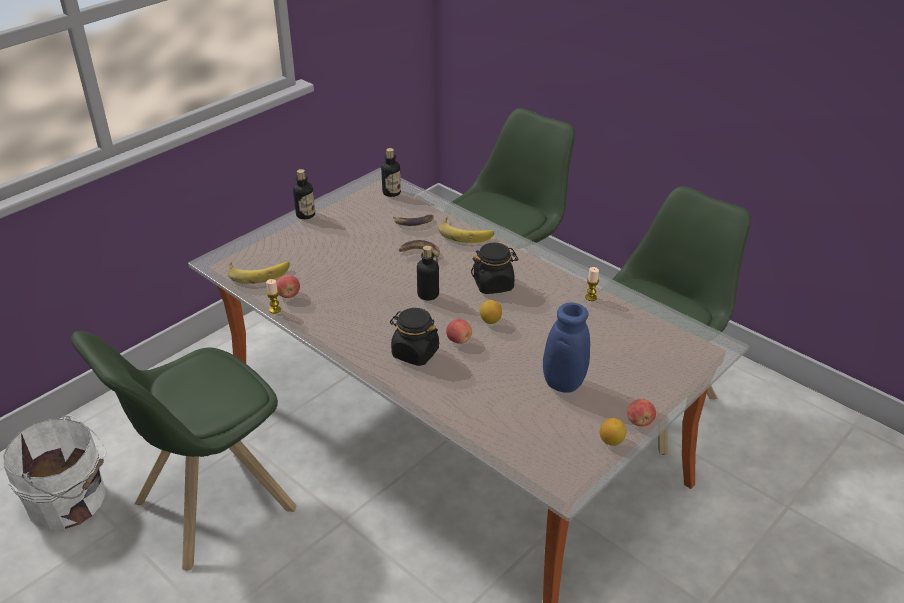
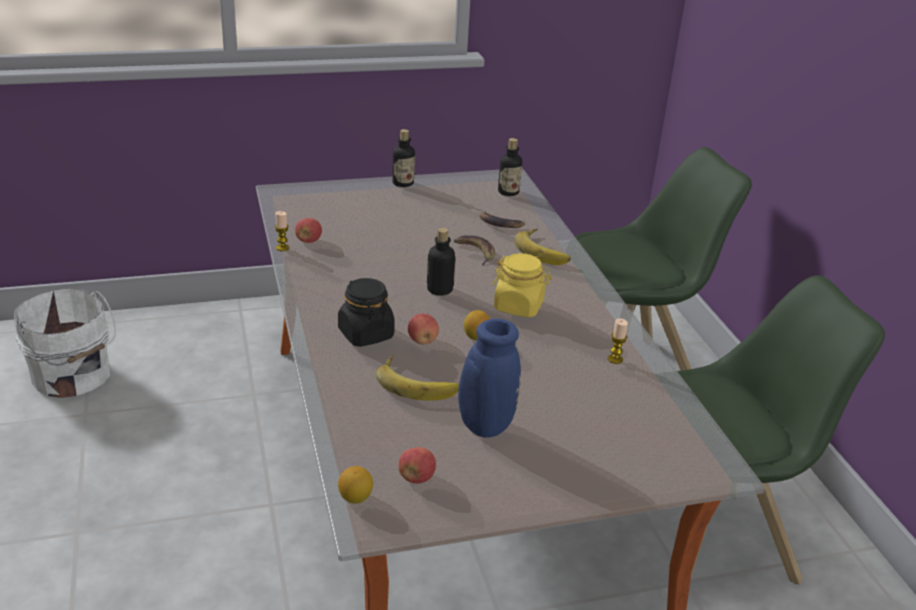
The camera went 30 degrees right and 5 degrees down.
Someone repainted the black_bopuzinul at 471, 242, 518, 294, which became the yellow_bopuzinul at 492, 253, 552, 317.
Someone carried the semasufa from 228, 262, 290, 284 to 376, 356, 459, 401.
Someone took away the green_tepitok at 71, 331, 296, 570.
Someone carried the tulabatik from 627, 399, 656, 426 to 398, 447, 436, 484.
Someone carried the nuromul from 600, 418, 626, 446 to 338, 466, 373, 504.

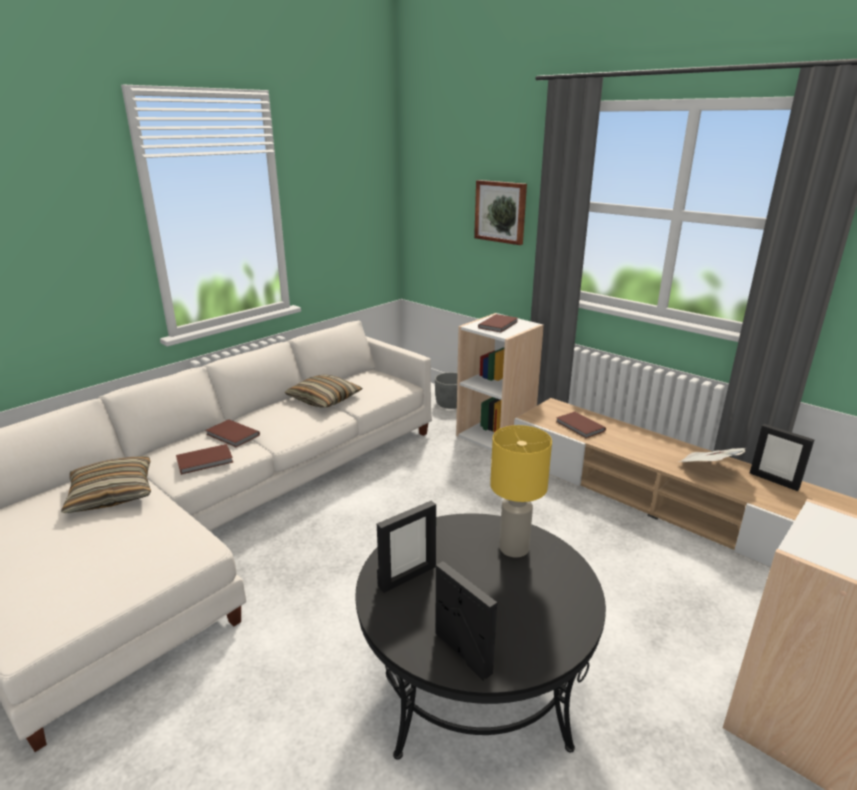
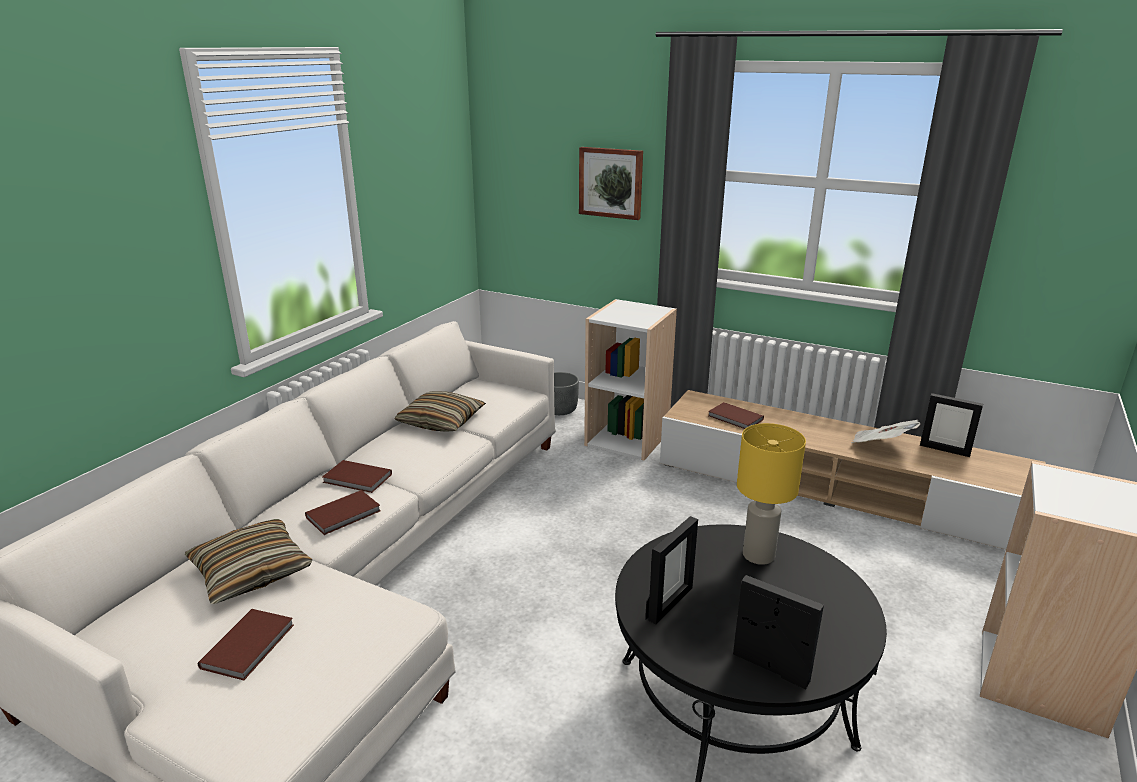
The camera went 15 degrees left and 0 degrees up.
Someone carried the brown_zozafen from 478, 314, 517, 333 to 198, 609, 294, 680.

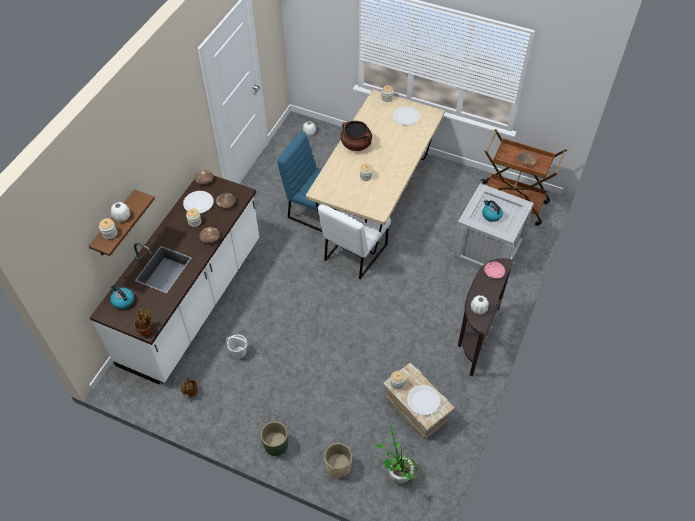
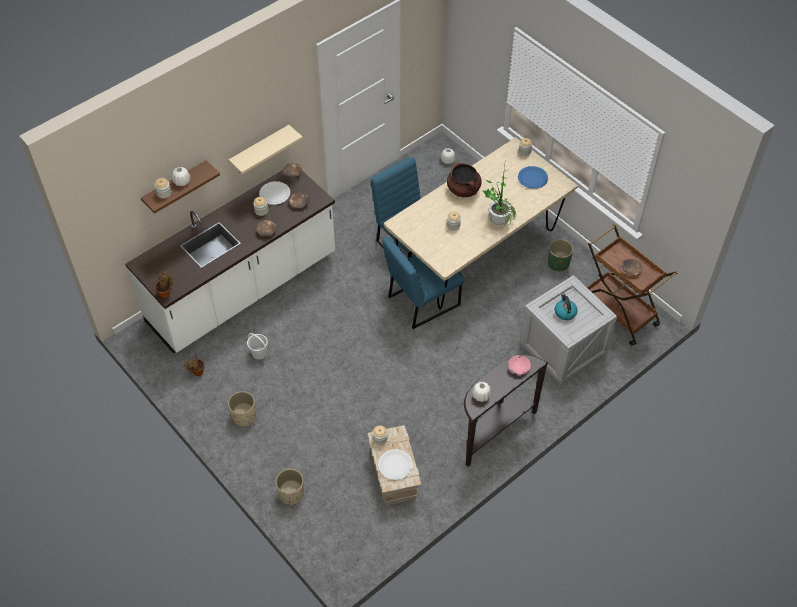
The camera went 25 degrees right and 0 degrees up.
Someone repainted the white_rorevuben at 393, 106, 420, 125, which became the blue_rorevuben at 518, 166, 548, 189.
Someone repainted the white_tepitok at 318, 204, 391, 279, which became the blue_tepitok at 382, 237, 464, 329.
Someone took away the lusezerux at 110, 284, 134, 309.
Someone carried the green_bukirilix from 261, 421, 288, 456 to 548, 239, 573, 271.
Someone carried the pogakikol from 376, 421, 418, 484 to 483, 165, 516, 226.
Someone put up the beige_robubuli at 229, 125, 303, 174.
Someone put down the beige_bukirilix at 228, 391, 256, 426.

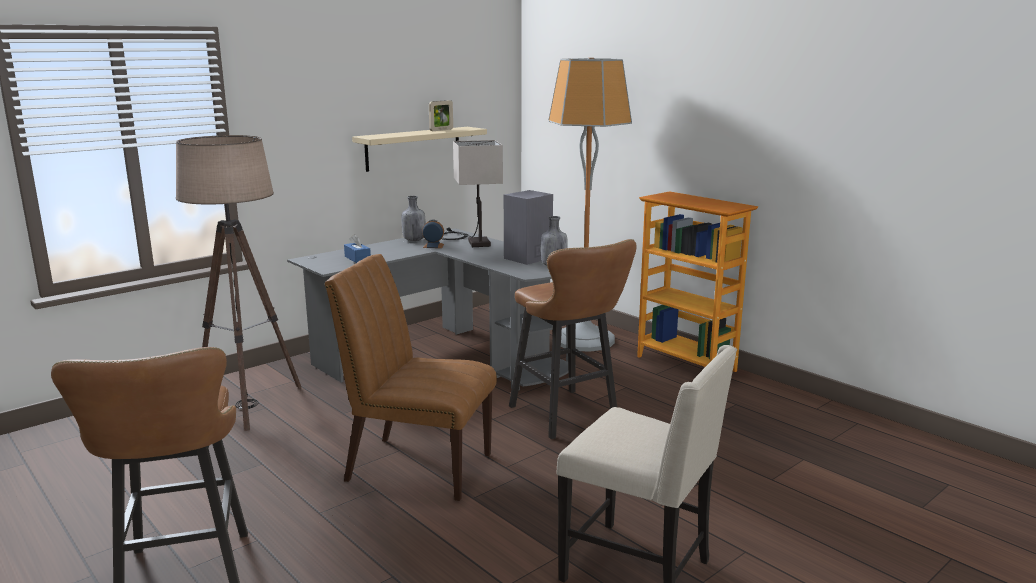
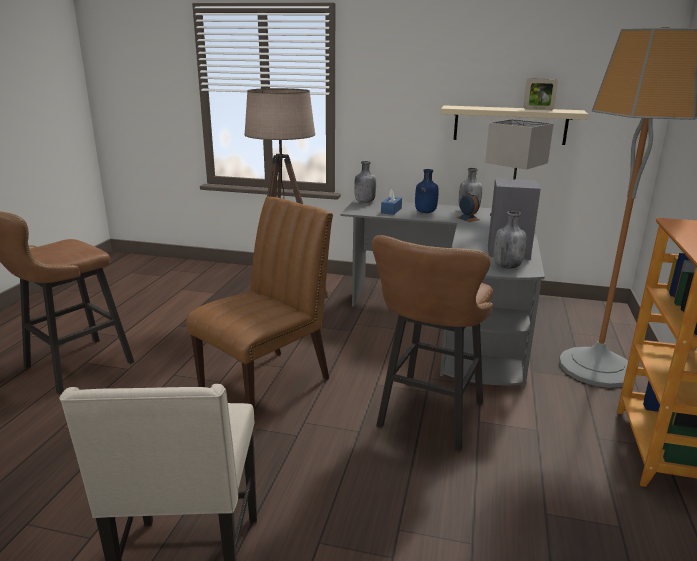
The camera went 55 degrees right and 5 degrees up.
Someone rotated the brown_tepitok at 325, 254, 497, 501 by 60 degrees clockwise.
Someone put down the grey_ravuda at 354, 161, 376, 203.
Someone put down the blue_ravuda at 415, 169, 439, 213.

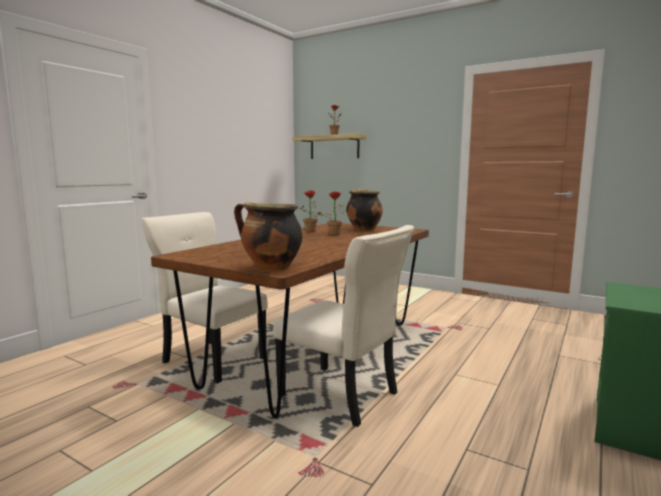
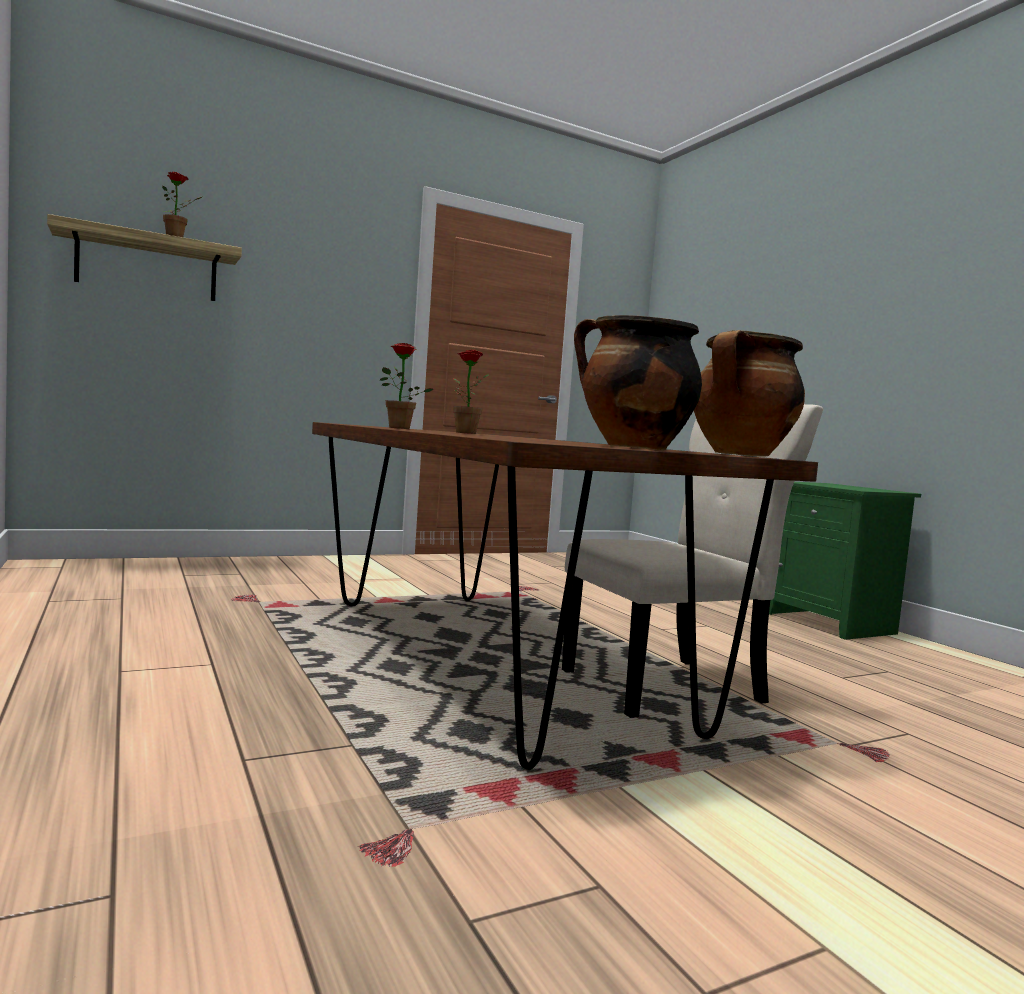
The camera went 60 degrees left and 5 degrees down.
Someone carried the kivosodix from 346, 189, 383, 231 to 574, 315, 702, 450.
Someone took away the beige_tepitok at 141, 212, 268, 383.

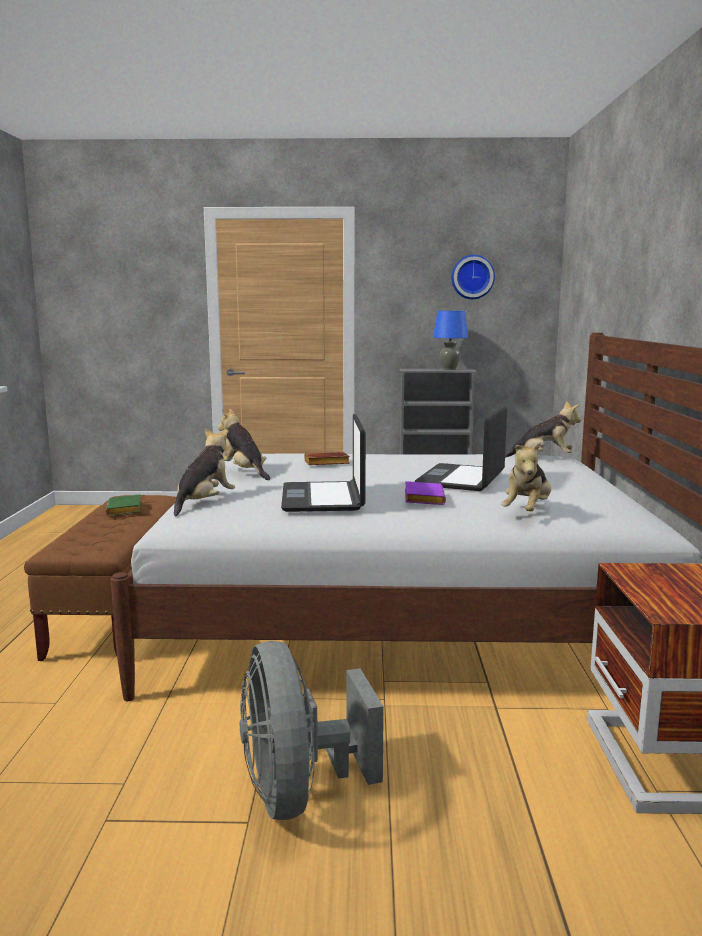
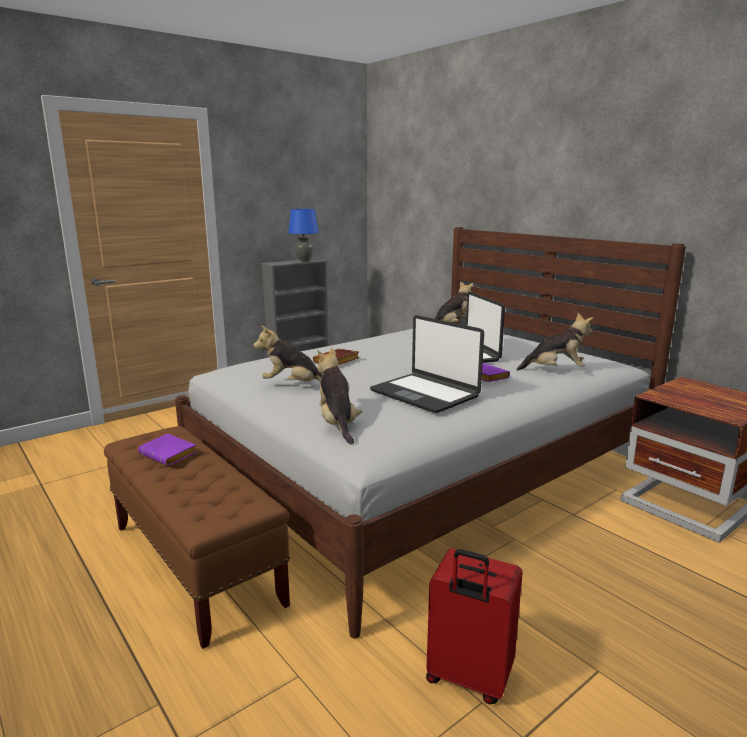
The camera went 40 degrees left and 5 degrees up.
Someone took away the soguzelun at 451, 255, 495, 299.
Someone rotated the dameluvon at 501, 442, 551, 511 by 75 degrees counterclockwise.
Someone repainted the green_zozafen at 106, 494, 142, 516, which became the purple_zozafen at 138, 434, 197, 466.
Someone took away the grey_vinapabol at 240, 641, 384, 820.
Someone put down the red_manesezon at 426, 549, 523, 704.

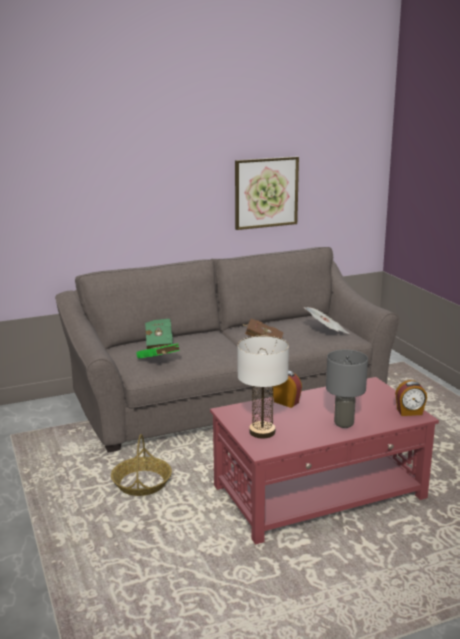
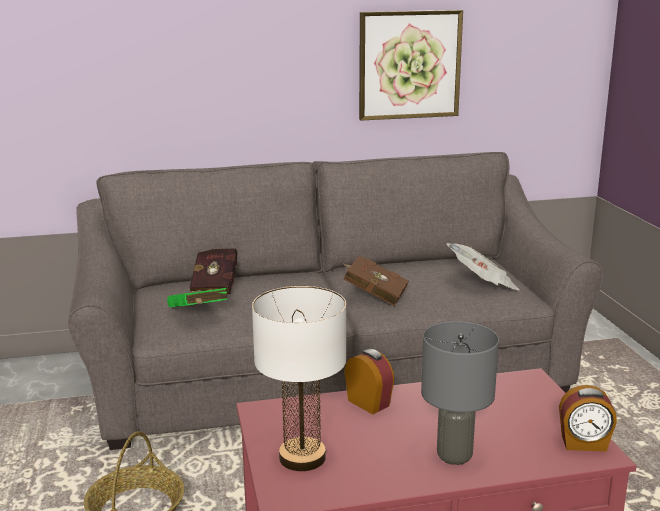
The camera went 10 degrees right and 0 degrees up.
Someone repainted the green_zozafen at 145, 319, 173, 349, which became the red_zozafen at 190, 248, 238, 294.

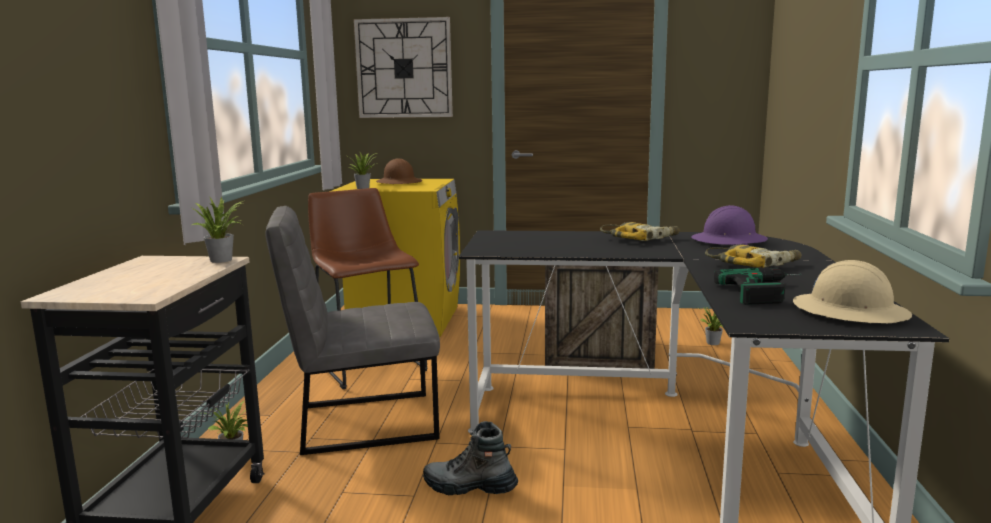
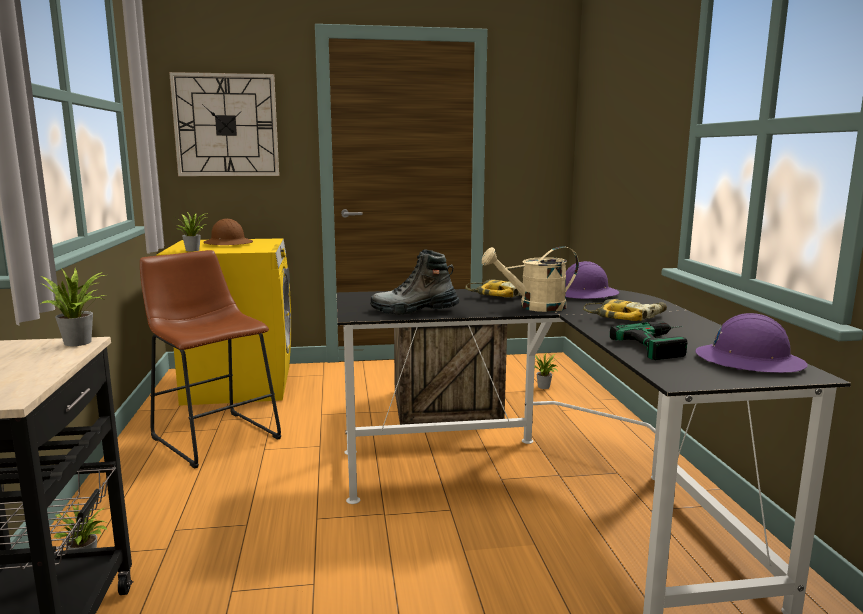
The camera went 15 degrees left and 0 degrees up.
Someone took away the grey_tepitok at 265, 206, 440, 455.
Someone repainted the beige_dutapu at 793, 260, 912, 323, which became the purple_dutapu at 695, 313, 808, 373.
Someone carried the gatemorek from 423, 421, 518, 495 to 370, 249, 459, 315.
Someone put down the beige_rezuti at 482, 246, 579, 312.

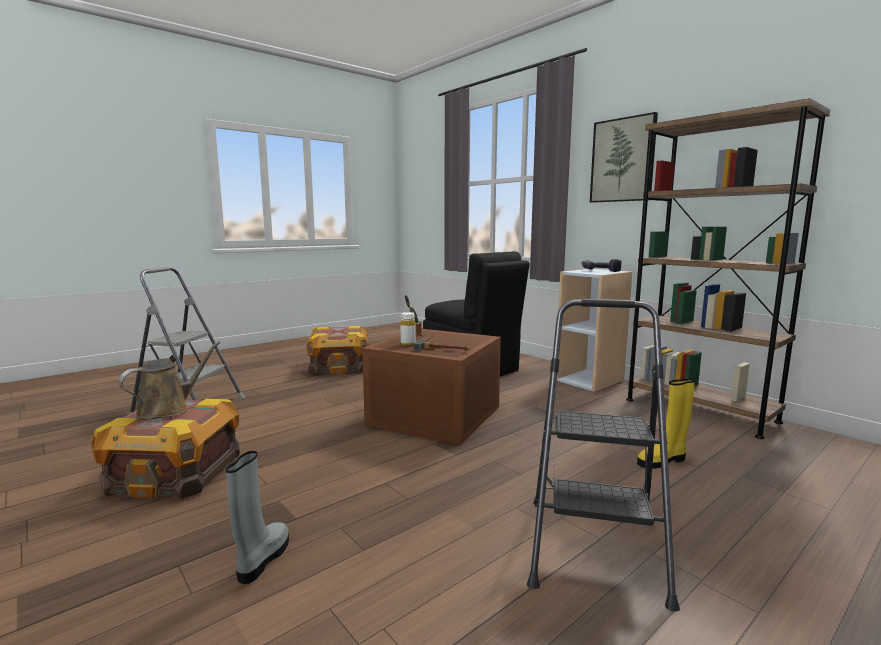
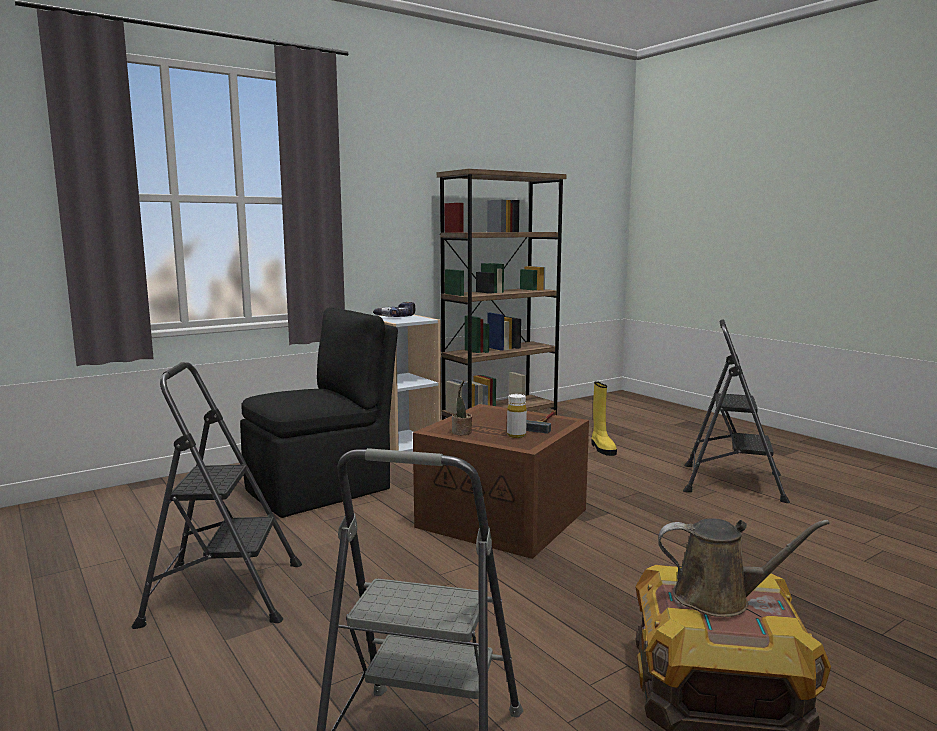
The camera went 85 degrees left and 0 degrees up.
Someone took away the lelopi at 590, 112, 658, 203.
Someone swapped the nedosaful at 306, 326, 369, 375 for the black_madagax at 132, 362, 302, 629.
Someone rotated the brown_rezuti at 119, 341, 220, 419 by 150 degrees clockwise.
Someone took away the grey_gatemorek at 226, 451, 289, 584.

